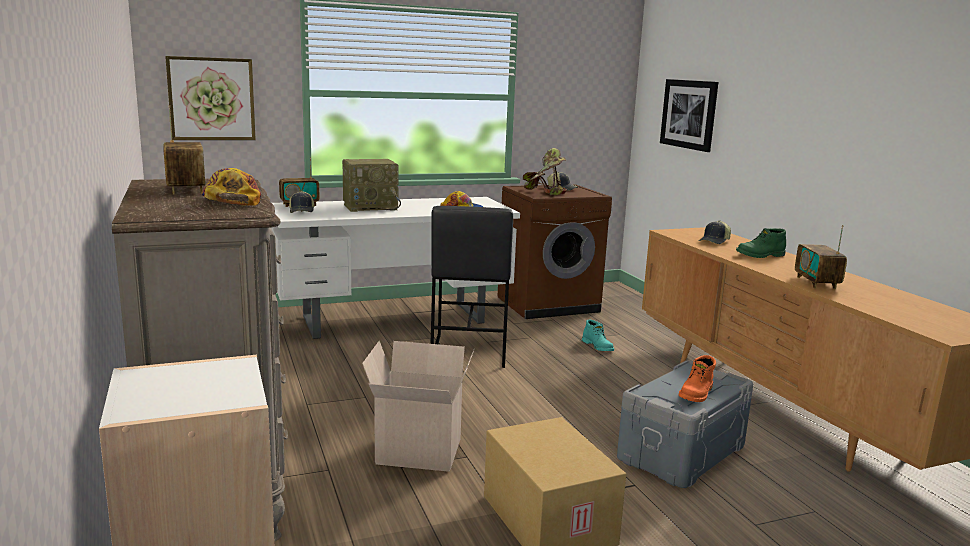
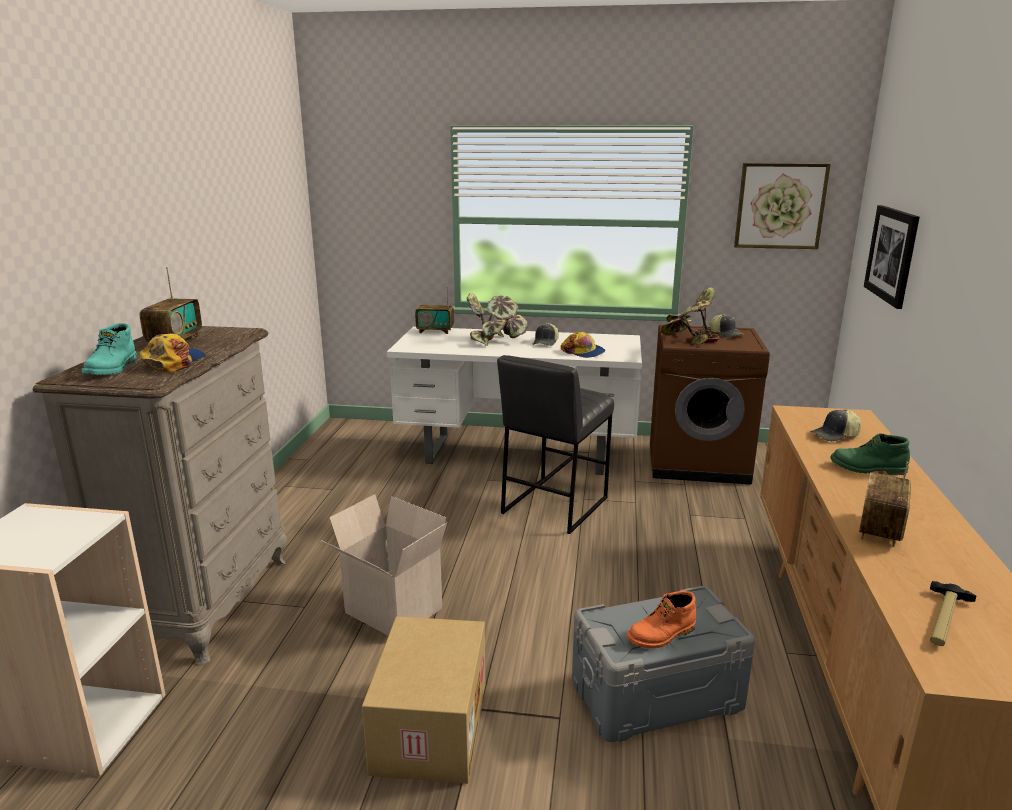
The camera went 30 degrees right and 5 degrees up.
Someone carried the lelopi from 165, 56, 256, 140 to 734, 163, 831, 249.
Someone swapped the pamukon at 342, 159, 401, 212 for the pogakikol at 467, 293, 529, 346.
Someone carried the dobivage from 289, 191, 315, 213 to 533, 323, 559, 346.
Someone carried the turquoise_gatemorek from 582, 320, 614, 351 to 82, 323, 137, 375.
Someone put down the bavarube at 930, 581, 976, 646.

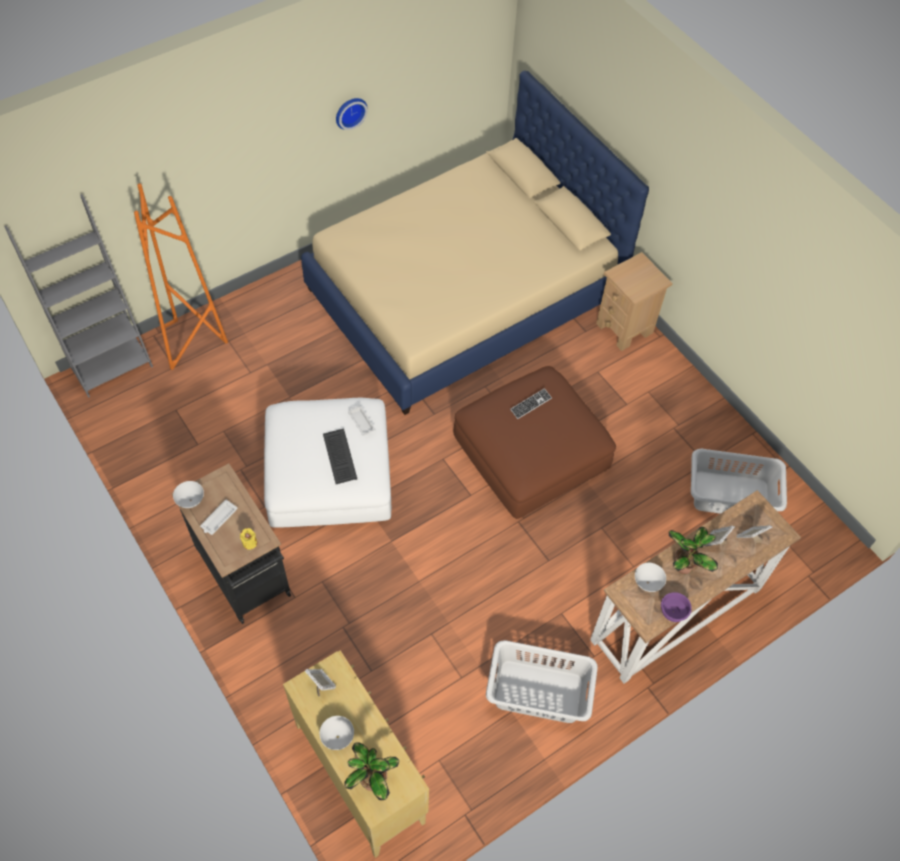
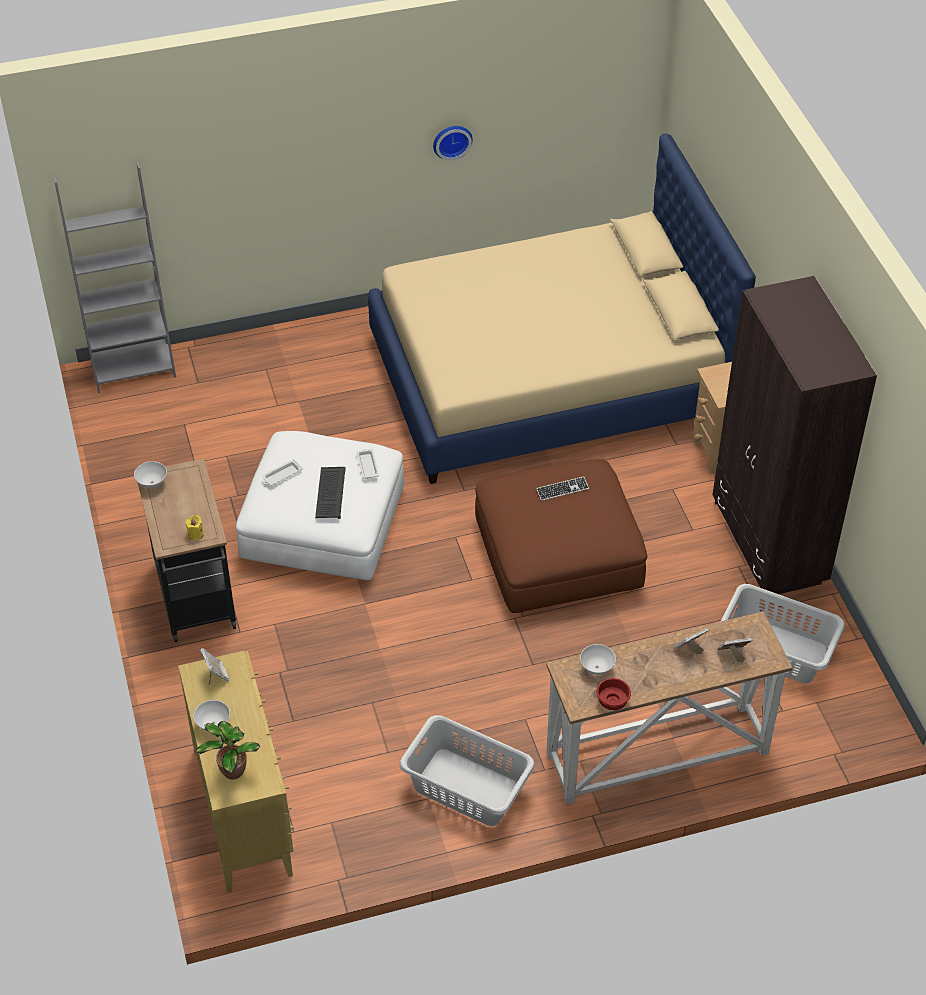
The camera went 20 degrees right and 10 degrees down.
Someone took away the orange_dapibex at 134, 183, 228, 370.
Someone carried the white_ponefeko from 200, 499, 238, 535 to 262, 459, 303, 486.
Someone took away the pogakikol at 669, 527, 718, 574.
Someone repainted the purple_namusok at 661, 592, 692, 622, which became the red_namusok at 596, 678, 631, 710.
Someone put down the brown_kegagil at 713, 276, 877, 594.

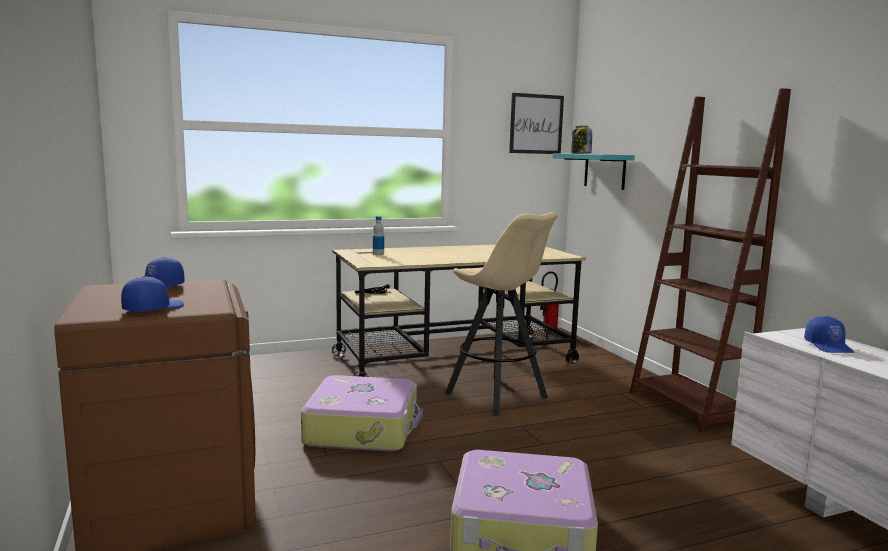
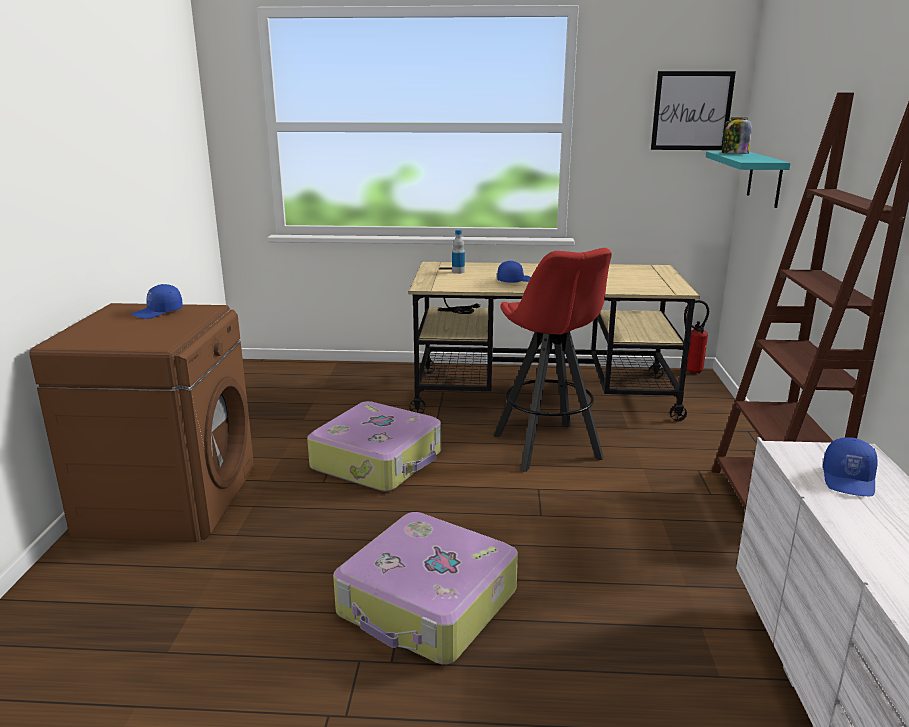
The camera went 25 degrees right and 10 degrees up.
Someone repainted the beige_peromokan at 445, 212, 558, 416, which became the red_peromokan at 494, 248, 612, 472.
Someone carried the blue_dobivage from 121, 276, 184, 312 to 497, 261, 531, 283.

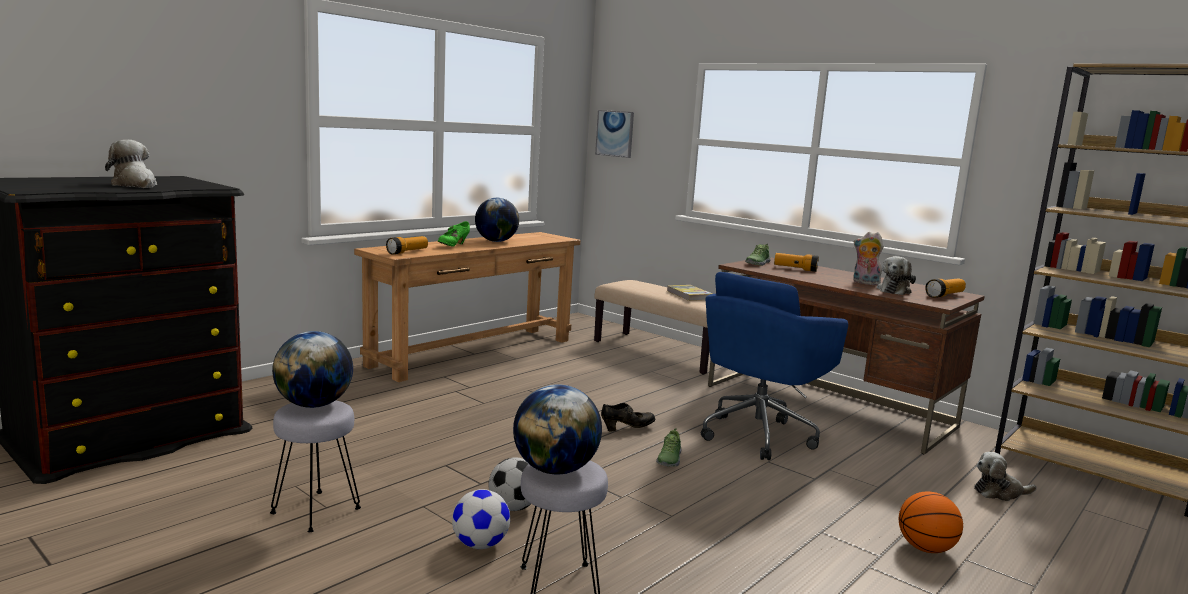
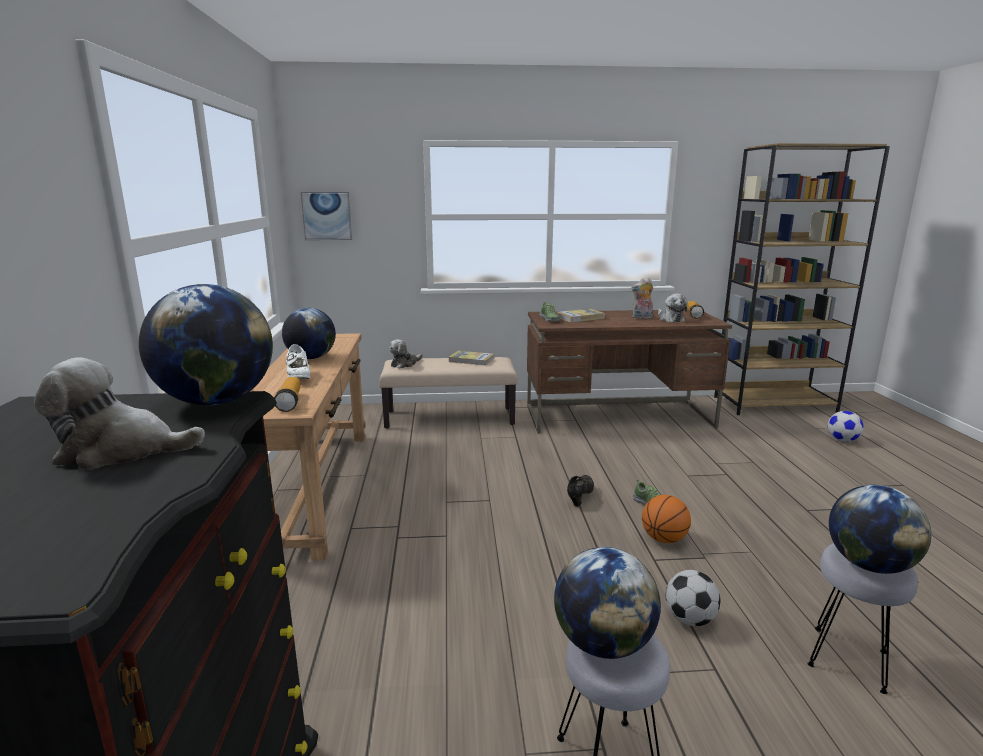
The camera went 45 degrees left and 5 degrees up.
Someone repainted the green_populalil at 438, 221, 470, 247, which became the white_populalil at 286, 344, 311, 379.
Someone swapped the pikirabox at 774, 253, 819, 272 for the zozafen at 557, 309, 605, 322.
Someone took away the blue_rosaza at 701, 272, 848, 460.
Someone carried the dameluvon from 974, 452, 1036, 501 to 389, 339, 423, 369.
Someone carried the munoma from 452, 489, 510, 549 to 828, 411, 864, 442.
Someone carried the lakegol from 899, 491, 963, 553 to 642, 495, 691, 543.
Someone put down the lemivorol at 139, 284, 273, 405.

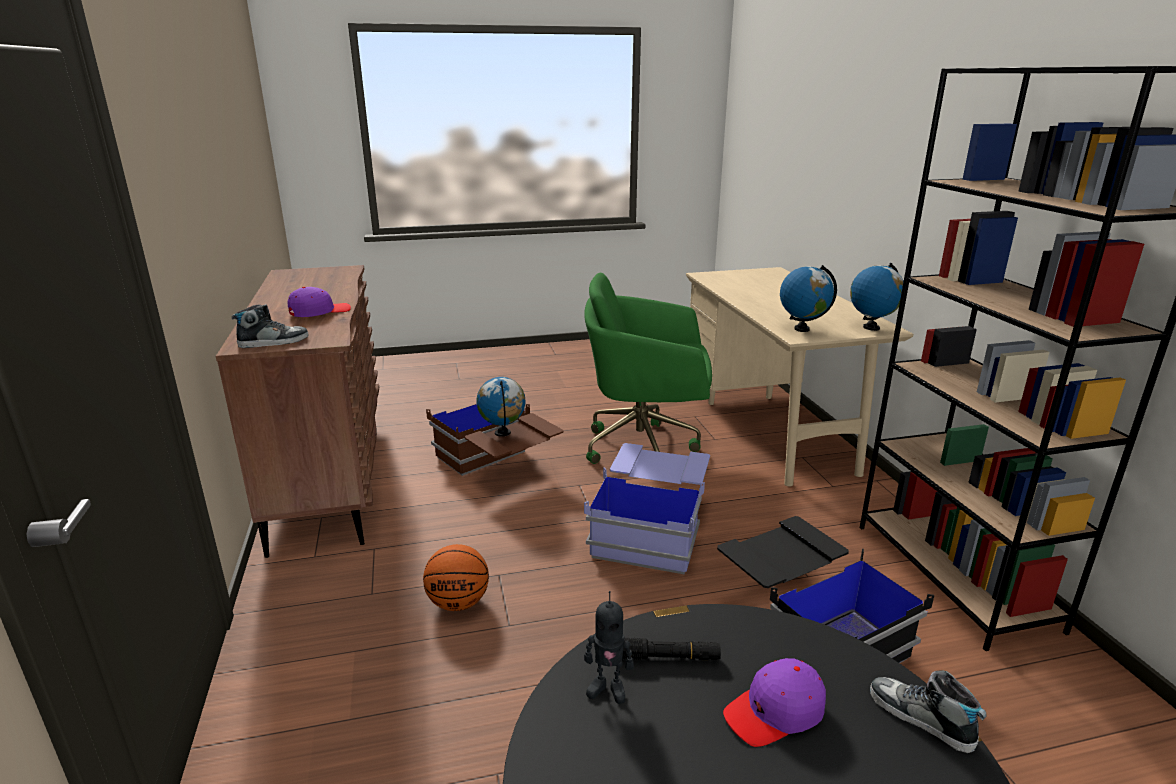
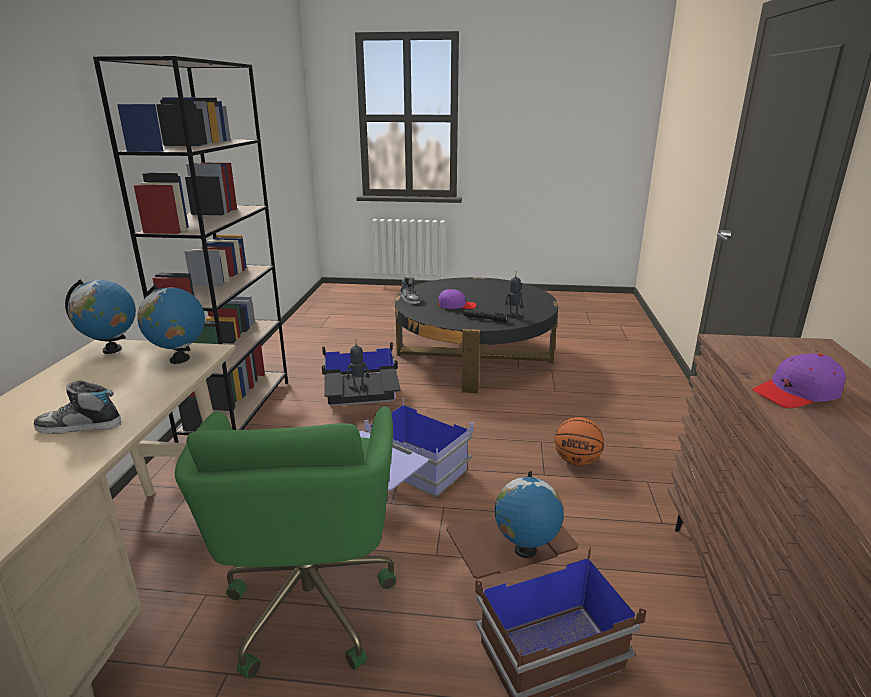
The camera went 160 degrees left and 0 degrees up.
Someone rotated the green_rosaza at 584, 273, 712, 464 by 60 degrees clockwise.
Someone carried the populalil from 232, 304, 309, 348 to 34, 381, 121, 434.
Someone put down the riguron at 346, 339, 370, 391.

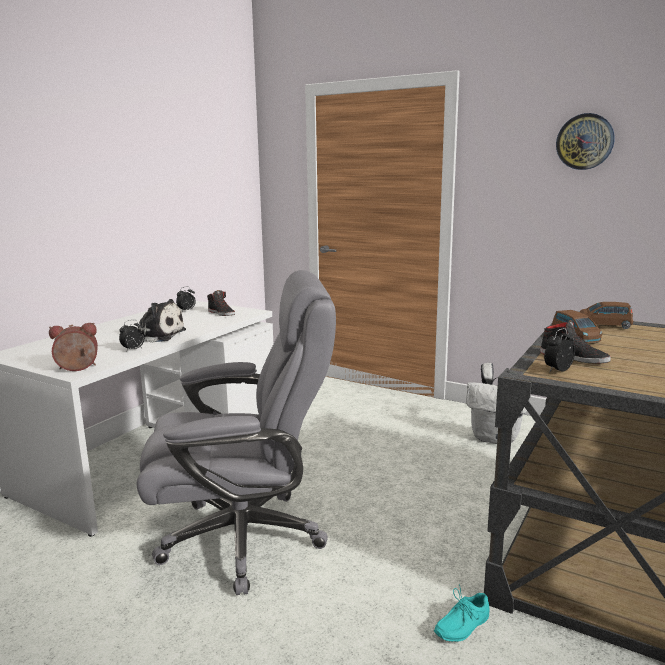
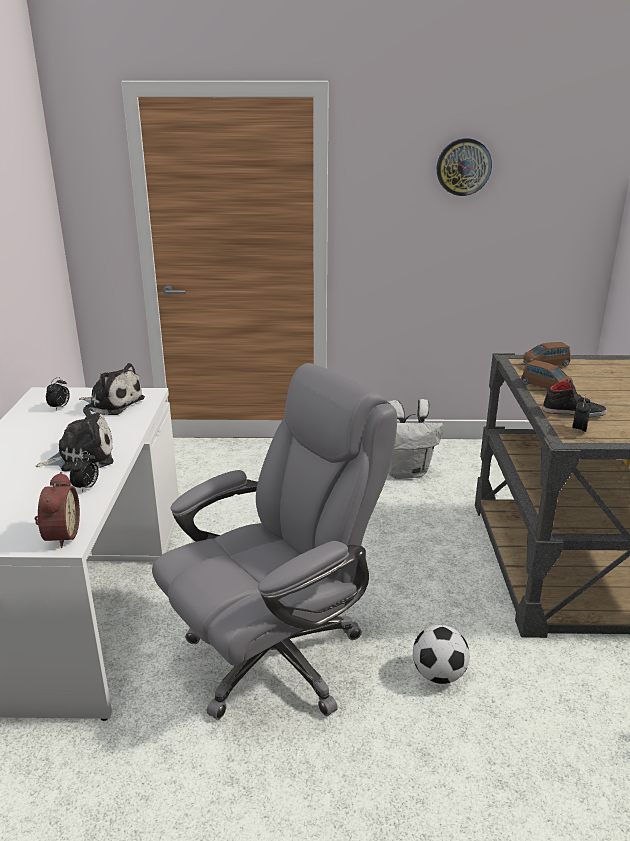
The camera went 30 degrees left and 10 degrees up.
Someone swapped the black_populalil at 207, 290, 235, 316 for the dameluvon at 79, 363, 145, 415.
Someone rotated the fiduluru at 49, 323, 98, 371 by 135 degrees clockwise.
Someone took away the turquoise_populalil at 434, 584, 490, 642.
Someone put down the munoma at 413, 625, 470, 684.

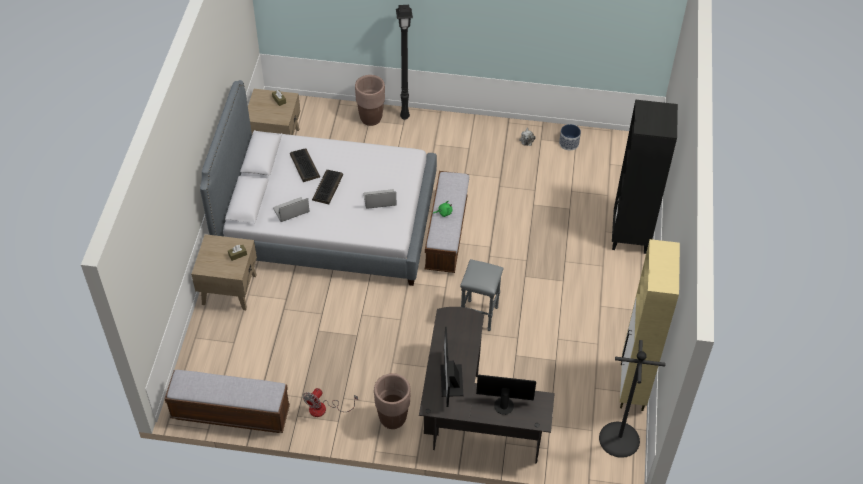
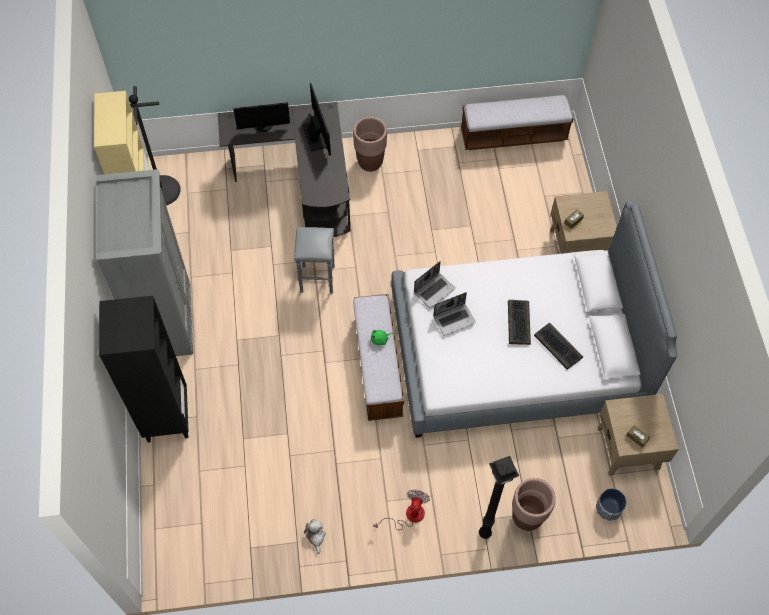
The camera went 165 degrees right and 10 degrees up.
Someone carried the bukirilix from 559, 124, 581, 151 to 596, 488, 627, 521.
Someone carried the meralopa from 273, 197, 309, 222 to 414, 261, 455, 308.
Someone carried the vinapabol from 303, 388, 358, 417 to 373, 490, 430, 530.
Someone put down the grey_kegagil at 96, 169, 193, 356.

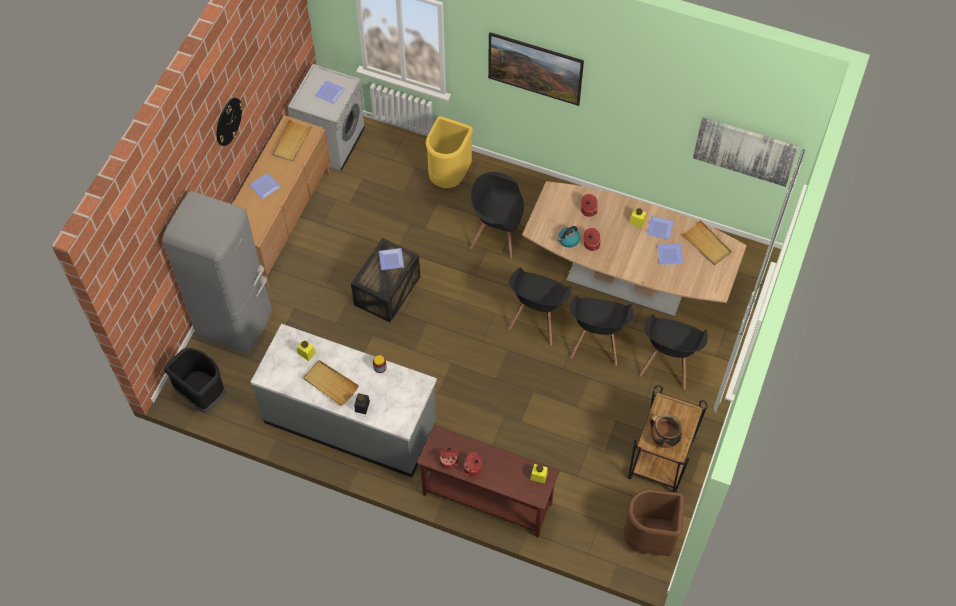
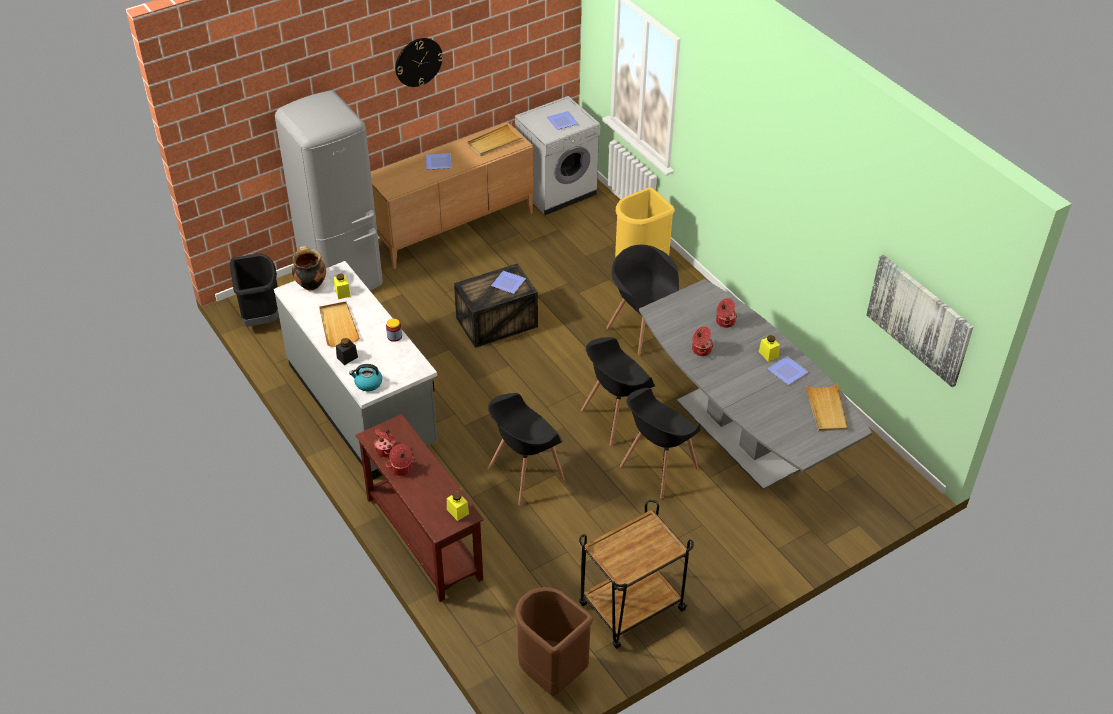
The camera went 35 degrees right and 15 degrees down.
Someone took away the lelopi at 488, 32, 584, 106.
Someone repainted the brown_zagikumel at 522, 181, 747, 317, which became the grey_zagikumel at 639, 279, 872, 490.
Someone carried the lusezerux from 558, 226, 580, 248 to 349, 364, 382, 391.
Someone took away the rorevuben at 658, 244, 683, 264.
Someone carried the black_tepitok from 639, 314, 708, 390 to 487, 393, 565, 506.
Someone carried the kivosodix from 650, 414, 682, 448 to 292, 246, 326, 290.

